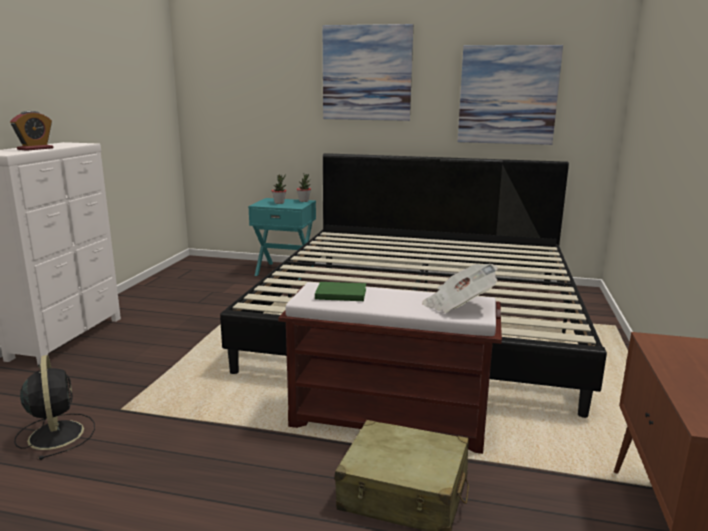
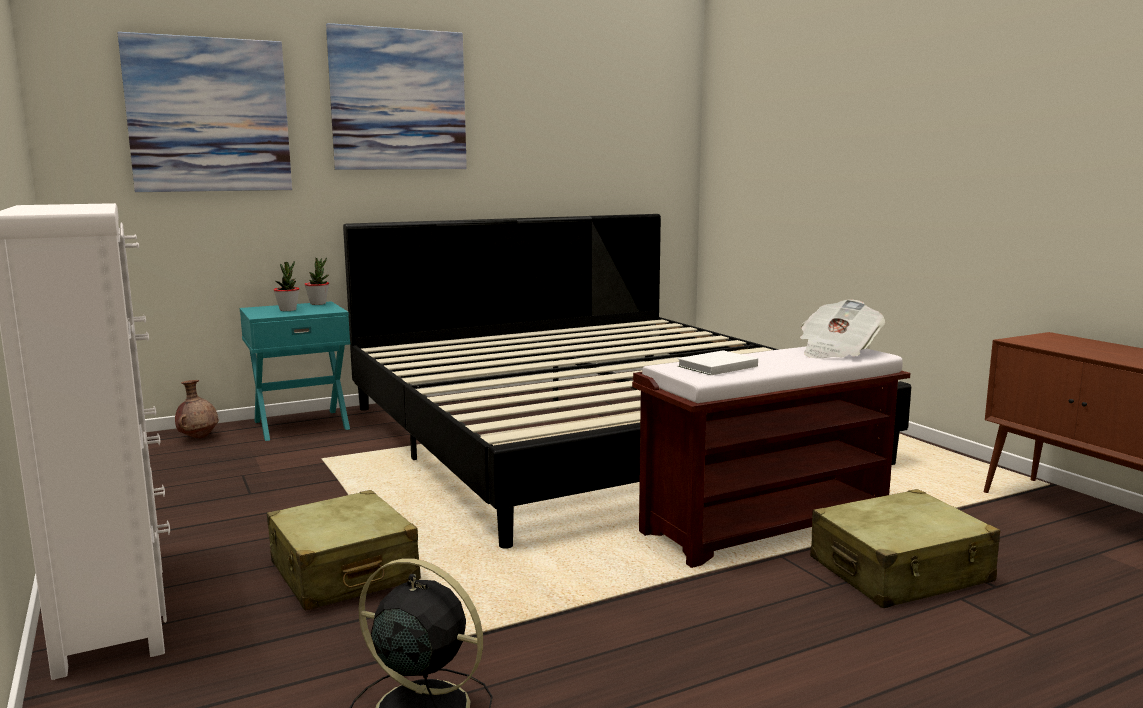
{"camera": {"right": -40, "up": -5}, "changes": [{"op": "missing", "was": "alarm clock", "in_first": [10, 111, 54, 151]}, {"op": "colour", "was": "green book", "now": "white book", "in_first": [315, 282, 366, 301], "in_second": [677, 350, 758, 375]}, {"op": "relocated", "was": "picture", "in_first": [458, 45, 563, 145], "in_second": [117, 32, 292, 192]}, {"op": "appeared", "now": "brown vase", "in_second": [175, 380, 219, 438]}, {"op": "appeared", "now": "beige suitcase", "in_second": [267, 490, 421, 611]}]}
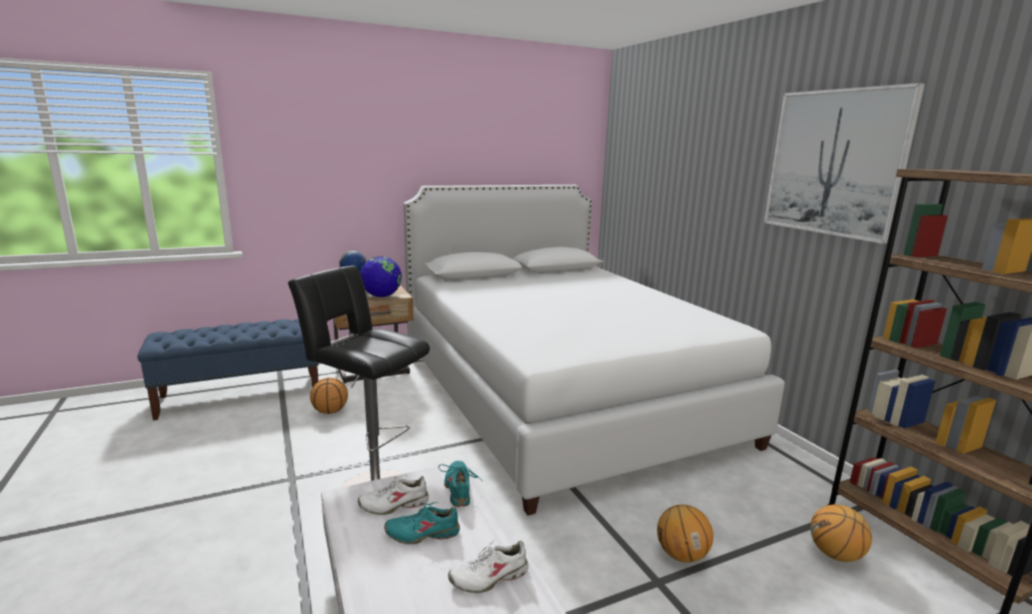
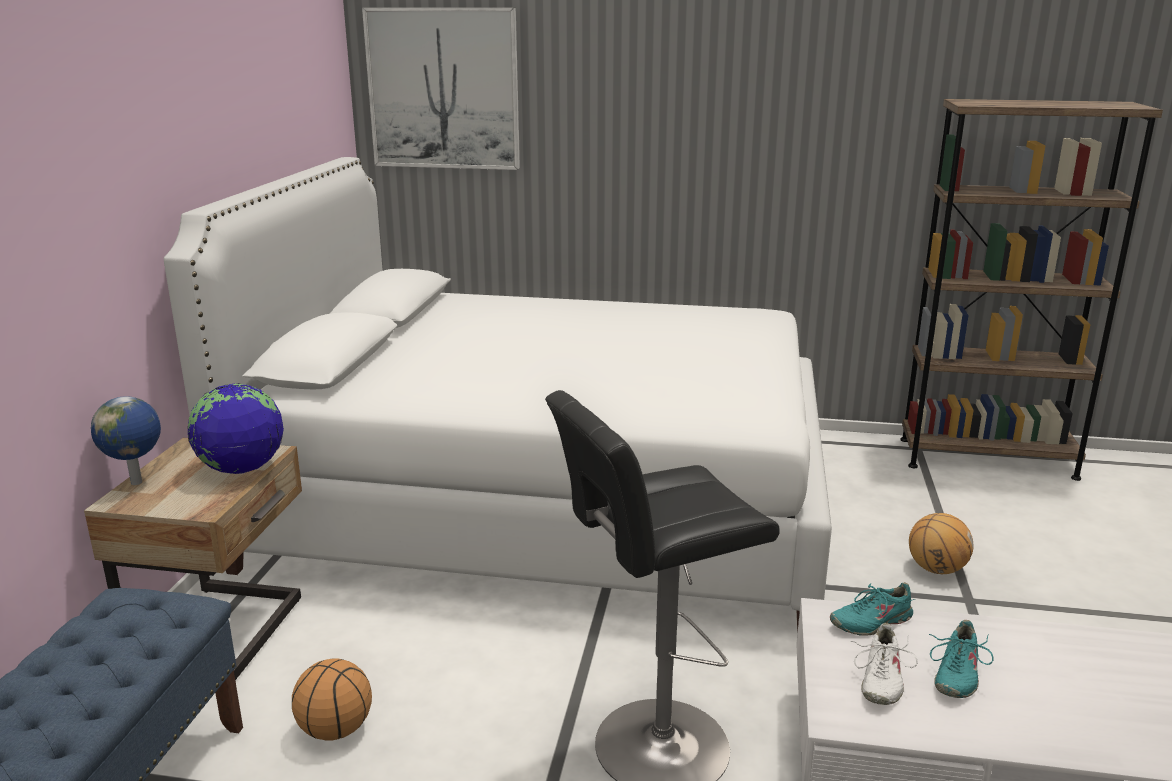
{"camera": {"right": -55, "up": 5}, "changes": [{"op": "spun", "was": "turquoise shoe", "in_first": [438, 461, 480, 507], "in_second": [830, 582, 915, 636], "clockwise": -45}, {"op": "missing", "was": "white shoe", "in_first": [448, 539, 529, 593]}, {"op": "relocated", "was": "picture", "in_first": [764, 83, 925, 244], "in_second": [362, 7, 520, 170]}, {"op": "missing", "was": "basketball", "in_first": [810, 504, 872, 562]}]}
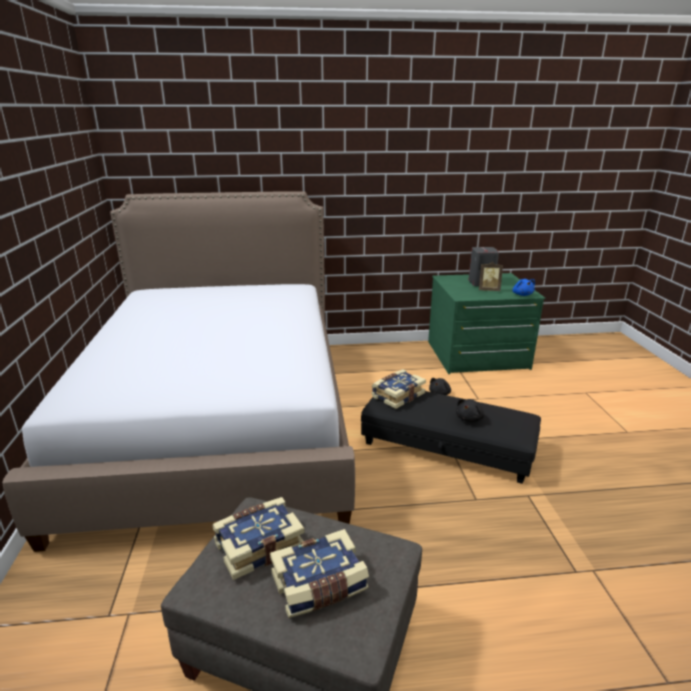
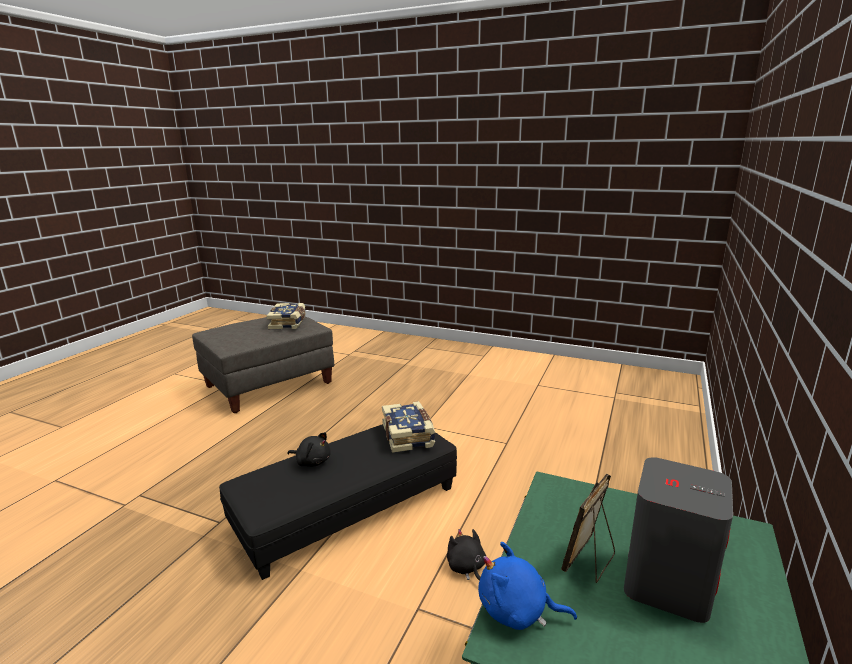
{"camera": {"right": 120, "up": -5}, "changes": [{"op": "missing", "was": "bed", "in_first": [2, 192, 355, 552]}, {"op": "missing", "was": "book", "in_first": [270, 529, 369, 618]}, {"op": "spun", "was": "black plush toy", "in_first": [456, 399, 484, 422], "in_second": [288, 432, 331, 467], "clockwise": 135}]}
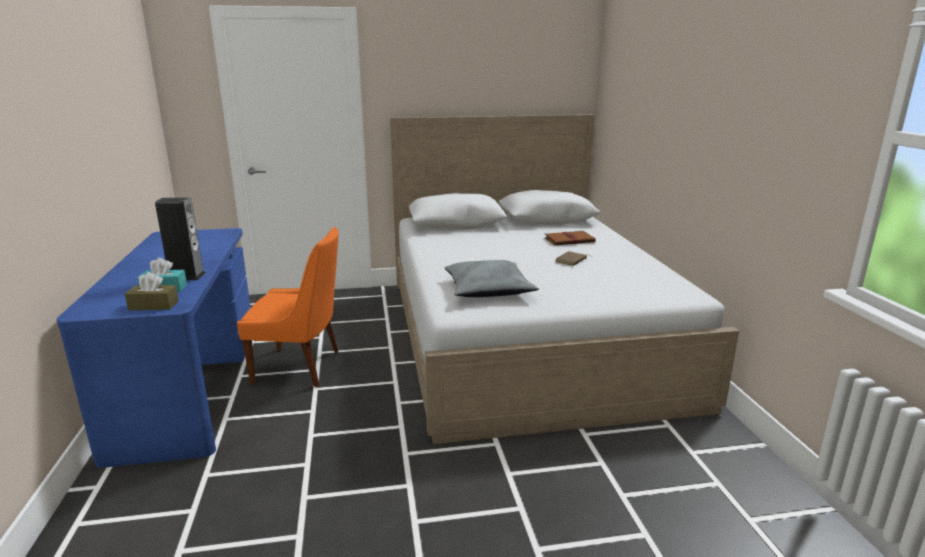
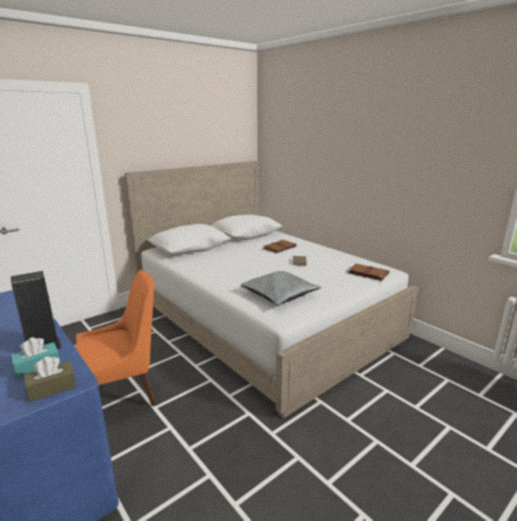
{"camera": {"right": -30, "up": 0}, "changes": [{"op": "appeared", "now": "brown book", "in_second": [346, 264, 389, 281]}]}
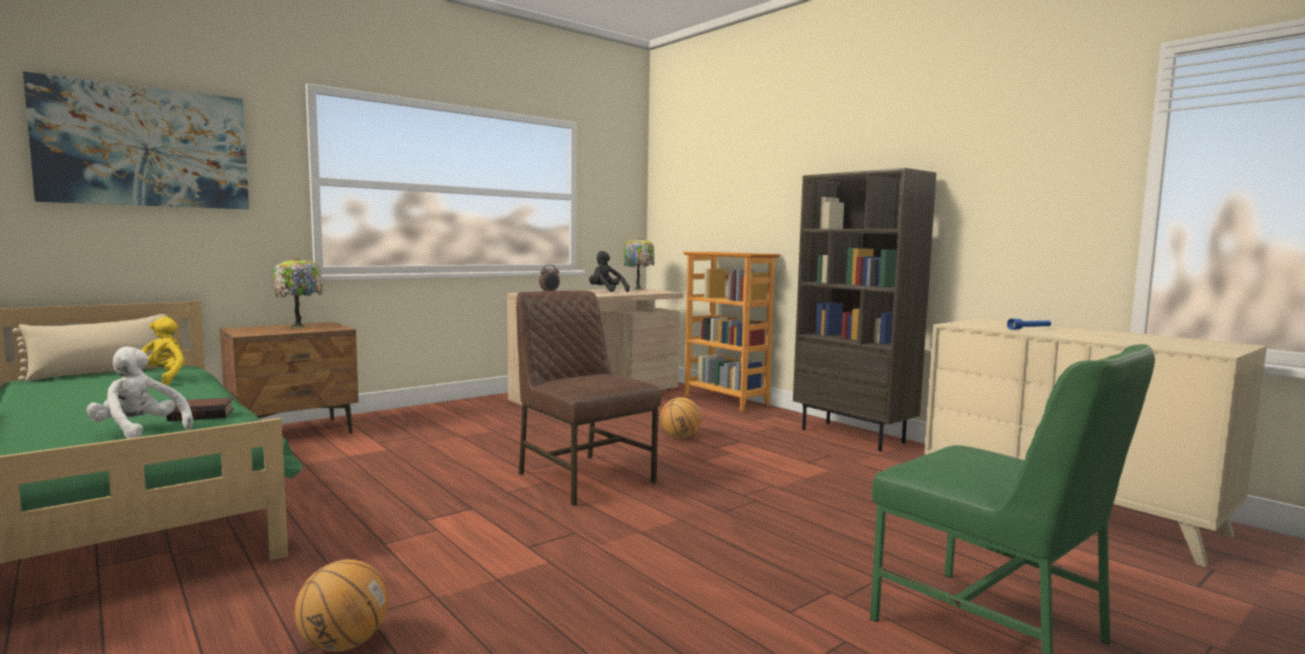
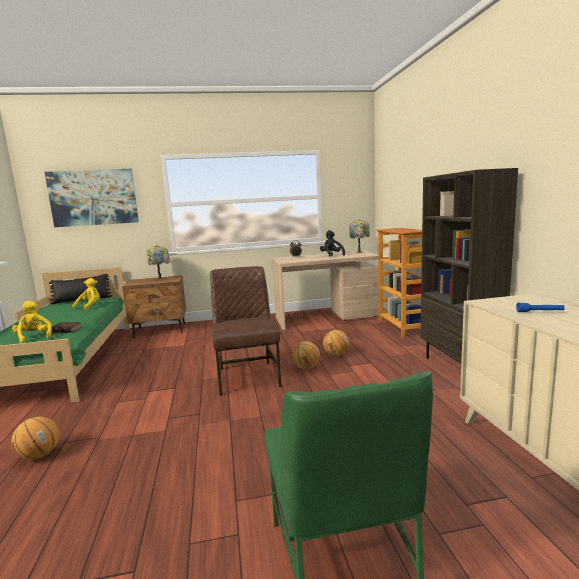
{"camera": {"right": 30, "up": 5}, "changes": [{"op": "colour", "was": "beige pillow", "now": "black pillow", "in_first": [13, 314, 168, 381], "in_second": [49, 274, 112, 304]}, {"op": "colour", "was": "white plush toy", "now": "yellow plush toy", "in_first": [86, 346, 193, 439], "in_second": [12, 301, 52, 343]}, {"op": "appeared", "now": "basketball", "in_second": [292, 341, 320, 369]}]}
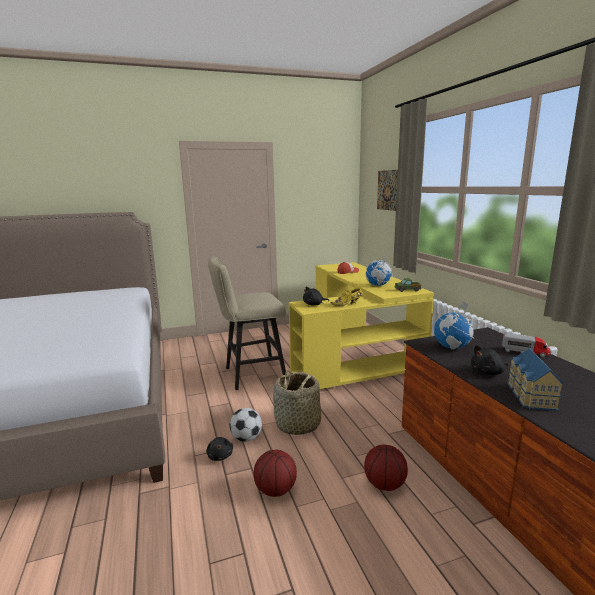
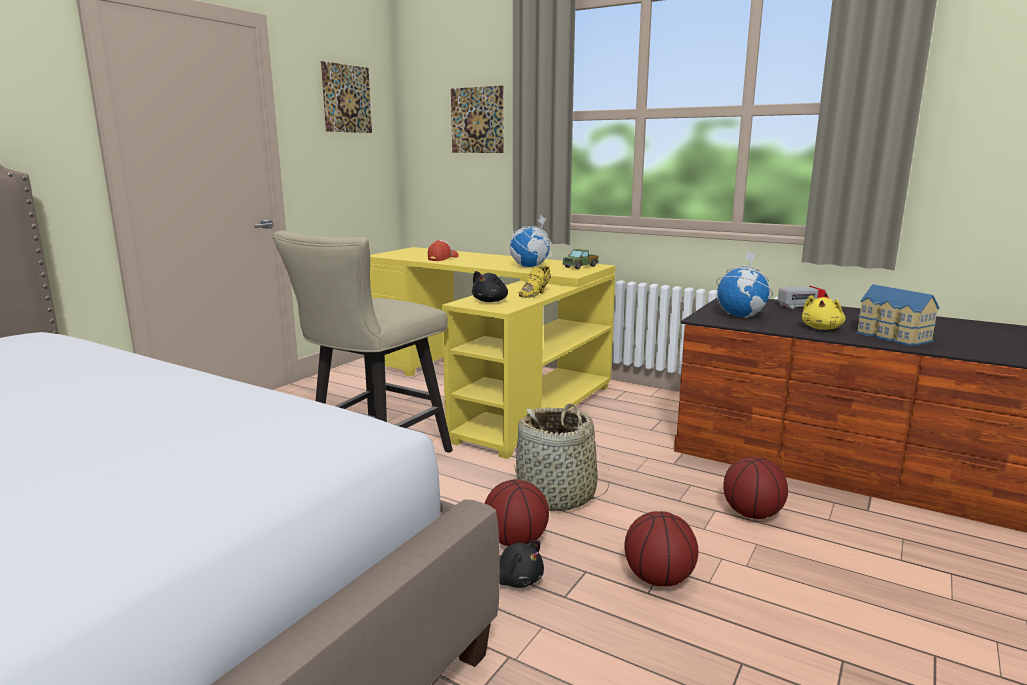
{"camera": {"right": -40, "up": 0}, "changes": [{"op": "exchanged", "was": "football", "now": "basketball", "in_first": [230, 408, 262, 442], "in_second": [484, 479, 549, 546]}, {"op": "colour", "was": "black plush toy", "now": "yellow plush toy", "in_first": [471, 345, 508, 375], "in_second": [802, 295, 845, 330]}, {"op": "appeared", "now": "picture", "in_second": [321, 61, 372, 133]}]}
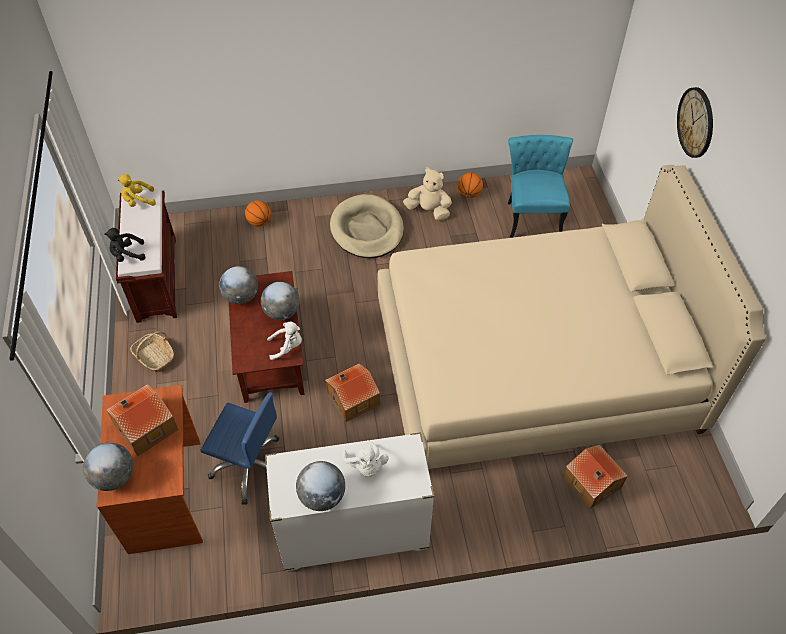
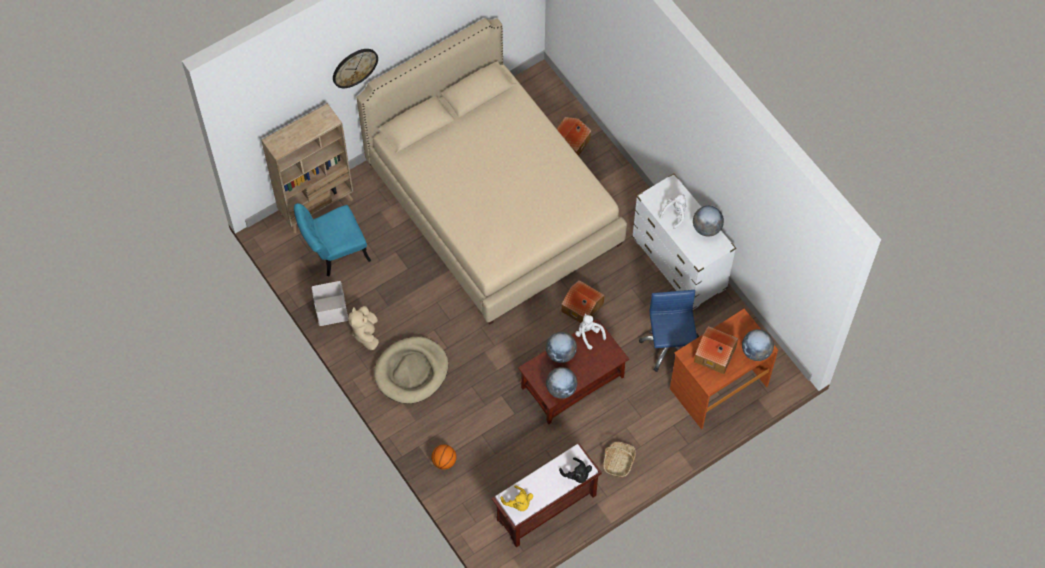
{"camera": {"right": -115, "up": 10}, "changes": [{"op": "exchanged", "was": "basketball", "now": "white storage box", "in_first": [458, 172, 483, 198], "in_second": [312, 281, 348, 326]}, {"op": "appeared", "now": "beige bookcase", "in_second": [261, 103, 353, 233]}]}
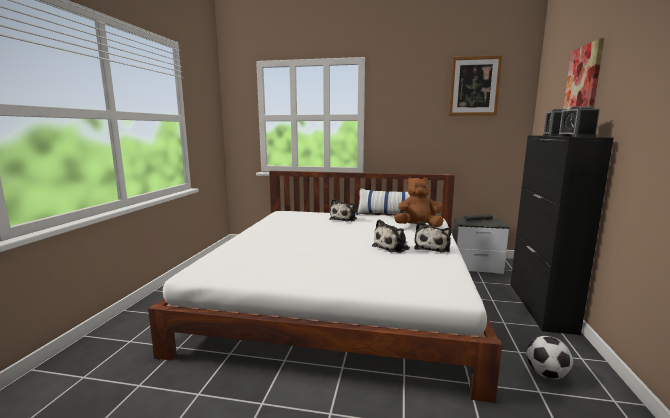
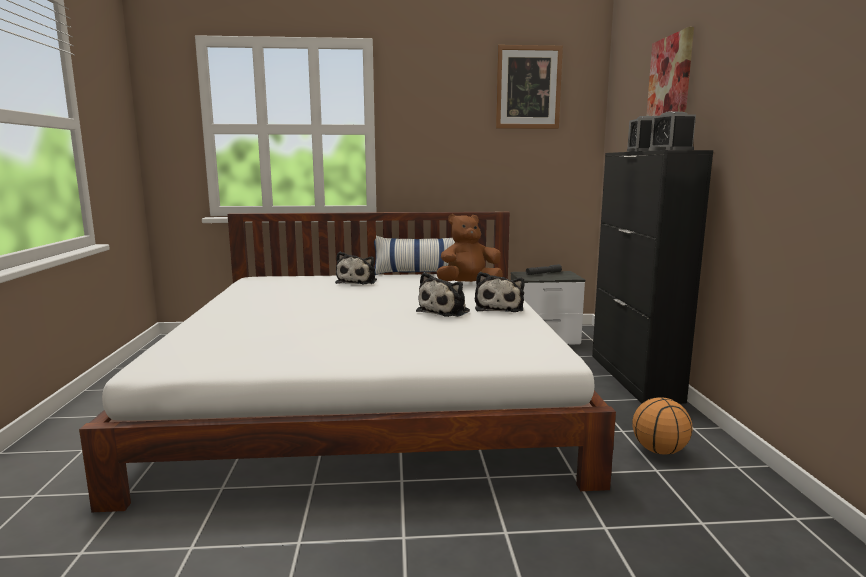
{"camera": {"right": -15, "up": 0}, "changes": [{"op": "exchanged", "was": "football", "now": "basketball", "in_first": [527, 336, 573, 379], "in_second": [632, 397, 692, 455]}]}
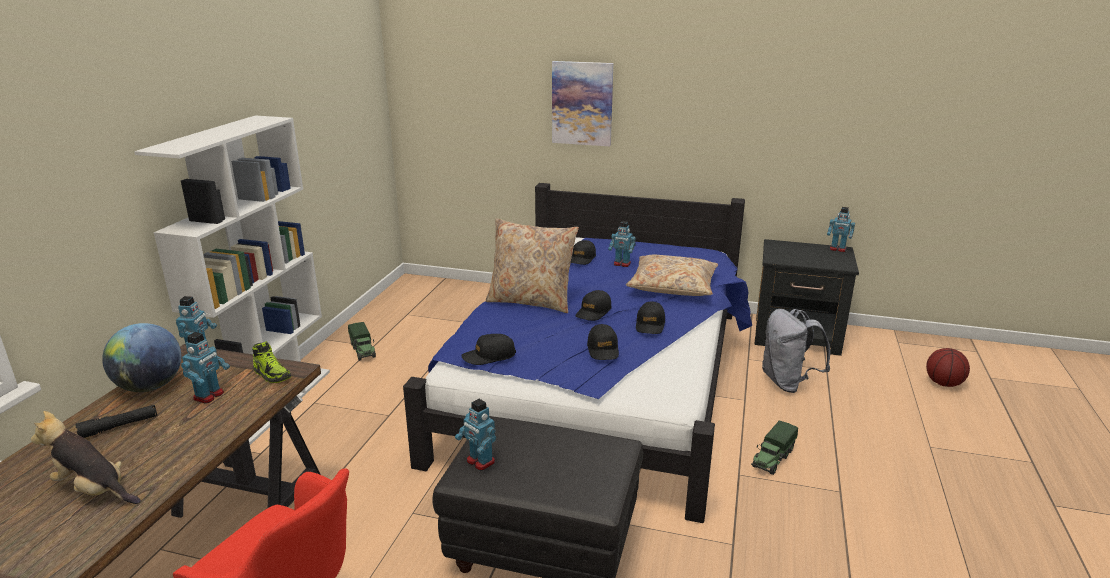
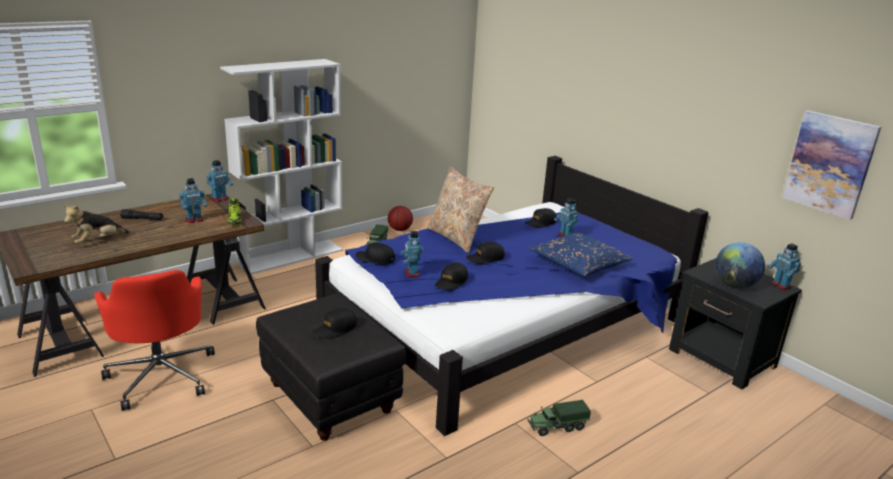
{"camera": {"right": 35, "up": 0}, "changes": [{"op": "spun", "was": "plush toy", "in_first": [31, 411, 141, 504], "in_second": [63, 205, 129, 244], "clockwise": -105}, {"op": "relocated", "was": "globe", "in_first": [102, 323, 181, 392], "in_second": [715, 242, 765, 288]}, {"op": "relocated", "was": "toy robot", "in_first": [455, 399, 496, 471], "in_second": [401, 231, 423, 278]}, {"op": "relocated", "was": "picture", "in_first": [552, 61, 613, 146], "in_second": [782, 110, 881, 220]}, {"op": "colour", "was": "beige pillow", "now": "blue pillow", "in_first": [626, 255, 718, 296], "in_second": [529, 233, 633, 276]}, {"op": "relocated", "was": "black cap", "in_first": [636, 301, 665, 334], "in_second": [313, 308, 357, 339]}, {"op": "missing", "was": "grey backpack", "in_first": [762, 309, 831, 393]}, {"op": "relocated", "was": "basketball", "in_first": [926, 348, 970, 387], "in_second": [388, 206, 413, 231]}]}
